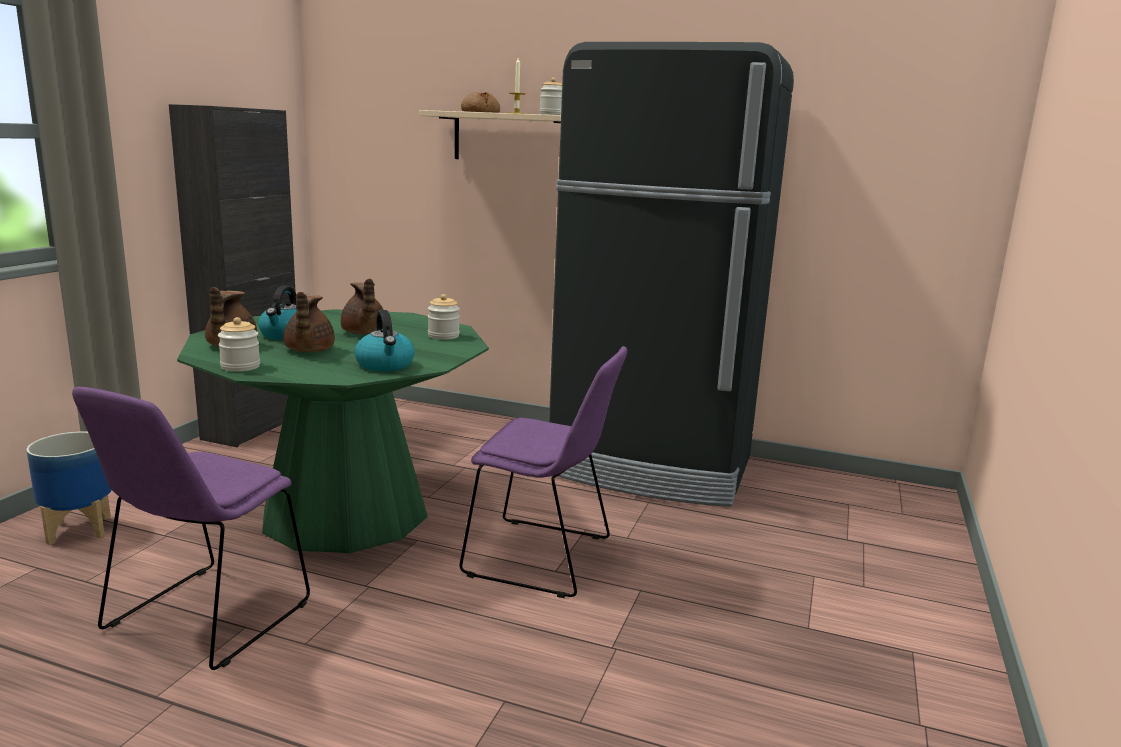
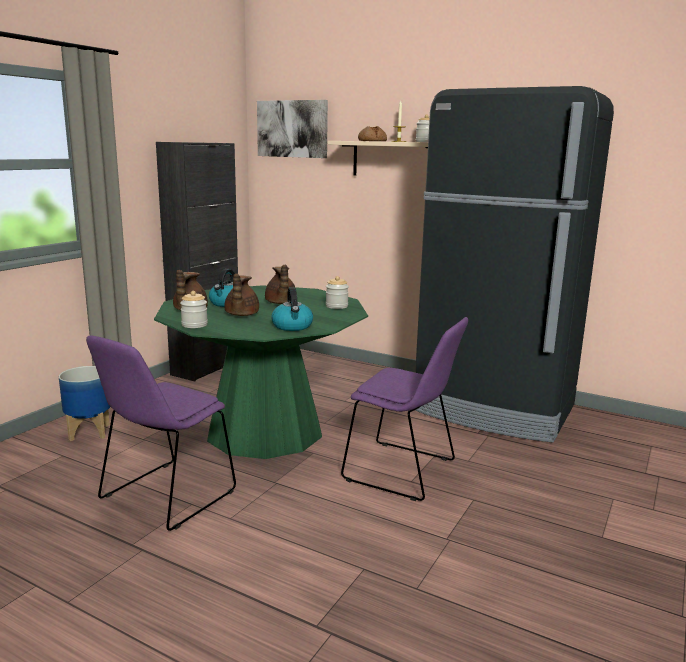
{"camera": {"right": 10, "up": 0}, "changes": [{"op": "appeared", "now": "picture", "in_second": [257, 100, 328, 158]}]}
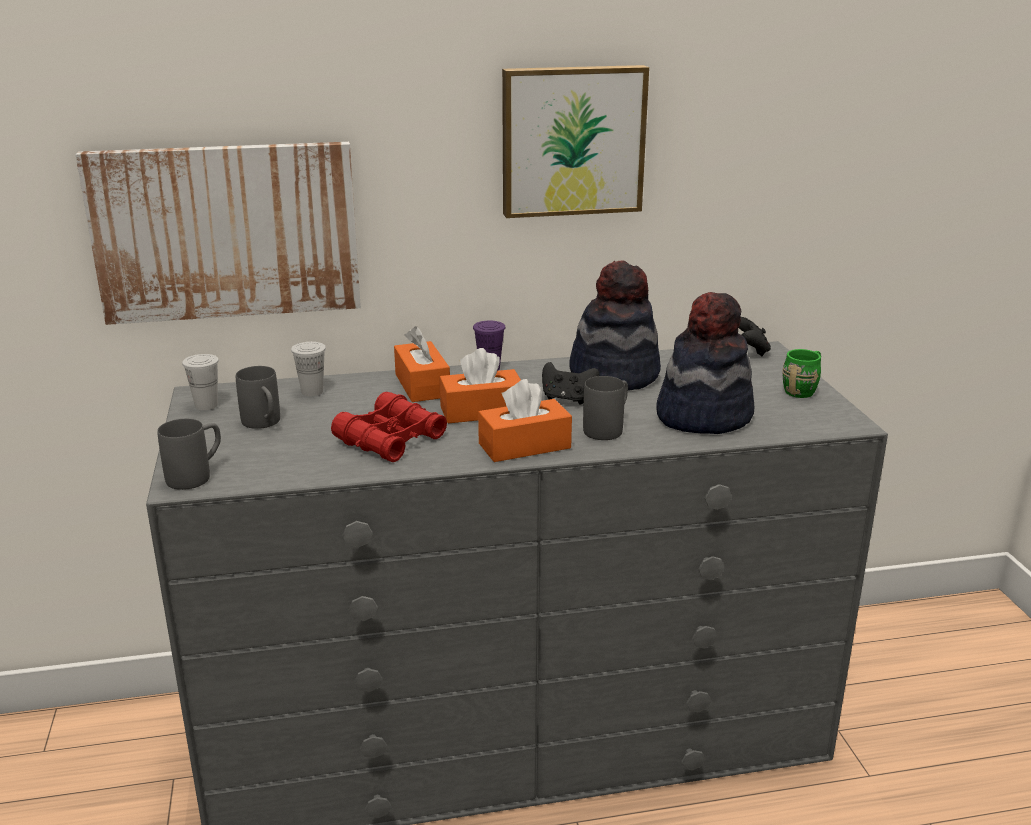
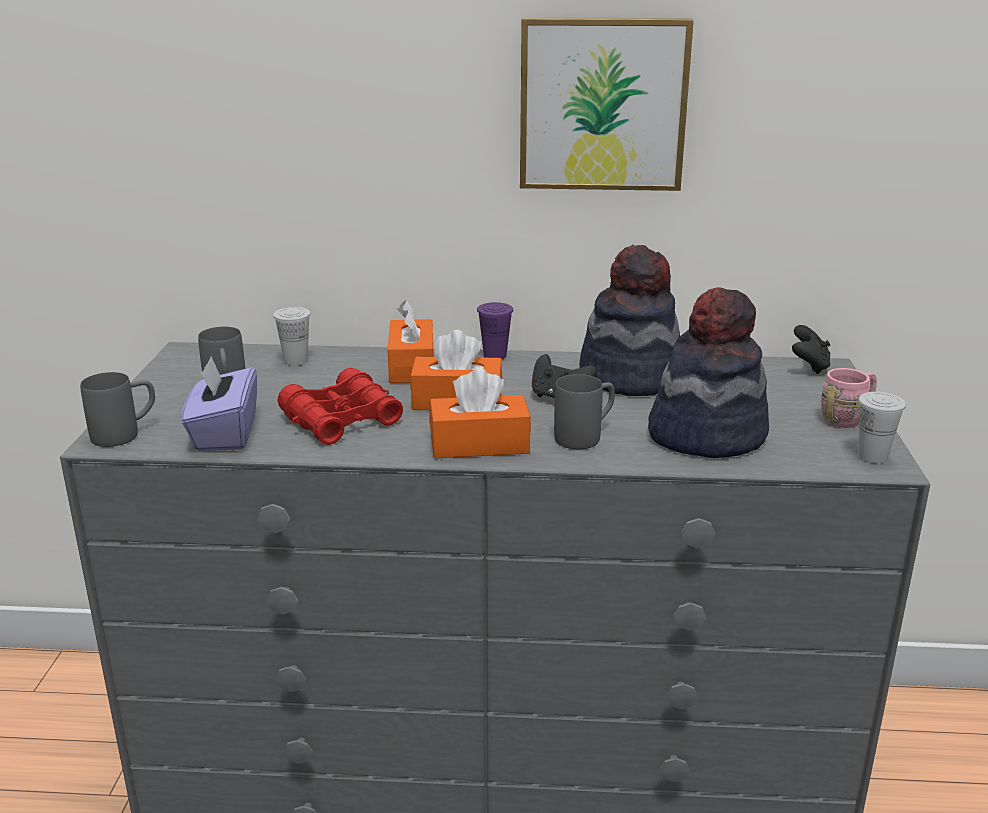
{"camera": {"right": 15, "up": 0}, "changes": [{"op": "missing", "was": "picture", "in_first": [75, 142, 361, 325]}, {"op": "relocated", "was": "white cup", "in_first": [182, 354, 219, 410], "in_second": [858, 392, 906, 464]}, {"op": "colour", "was": "green mug", "now": "pink mug", "in_first": [782, 349, 821, 398], "in_second": [821, 368, 877, 428]}, {"op": "appeared", "now": "purple tissue box", "in_second": [181, 357, 257, 451]}]}
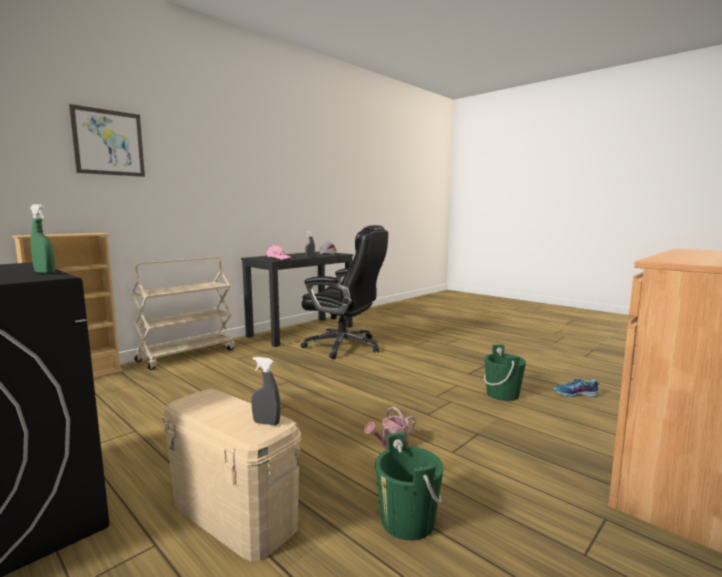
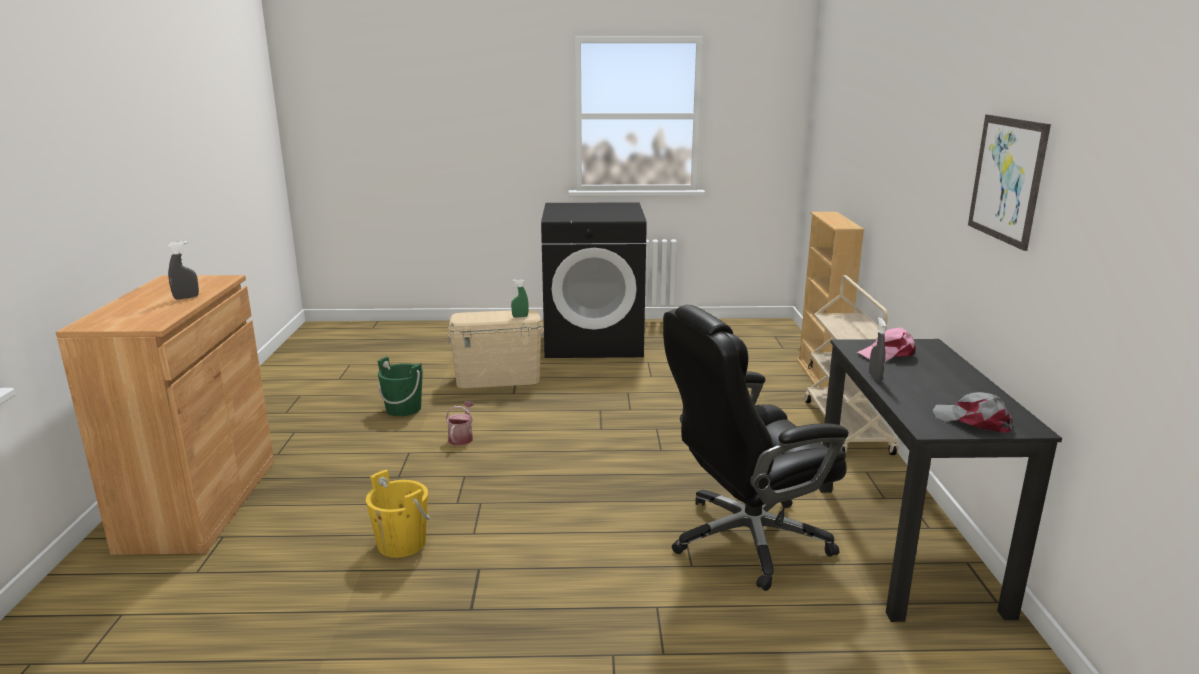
{"camera": {"right": 135, "up": 10}, "changes": [{"op": "relocated", "was": "green spray bottle", "in_first": [30, 204, 55, 274], "in_second": [511, 279, 529, 317]}, {"op": "relocated", "was": "picture", "in_first": [69, 104, 145, 177], "in_second": [968, 114, 1051, 251]}, {"op": "relocated", "was": "grey spray bottle", "in_first": [251, 357, 281, 425], "in_second": [168, 241, 199, 300]}, {"op": "colour", "was": "green bucket", "now": "yellow bucket", "in_first": [484, 345, 526, 401], "in_second": [366, 469, 430, 558]}, {"op": "missing", "was": "shoe", "in_first": [554, 378, 600, 397]}]}
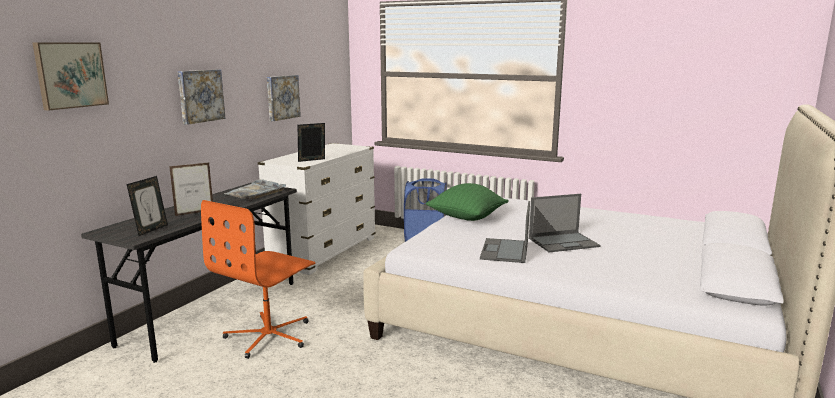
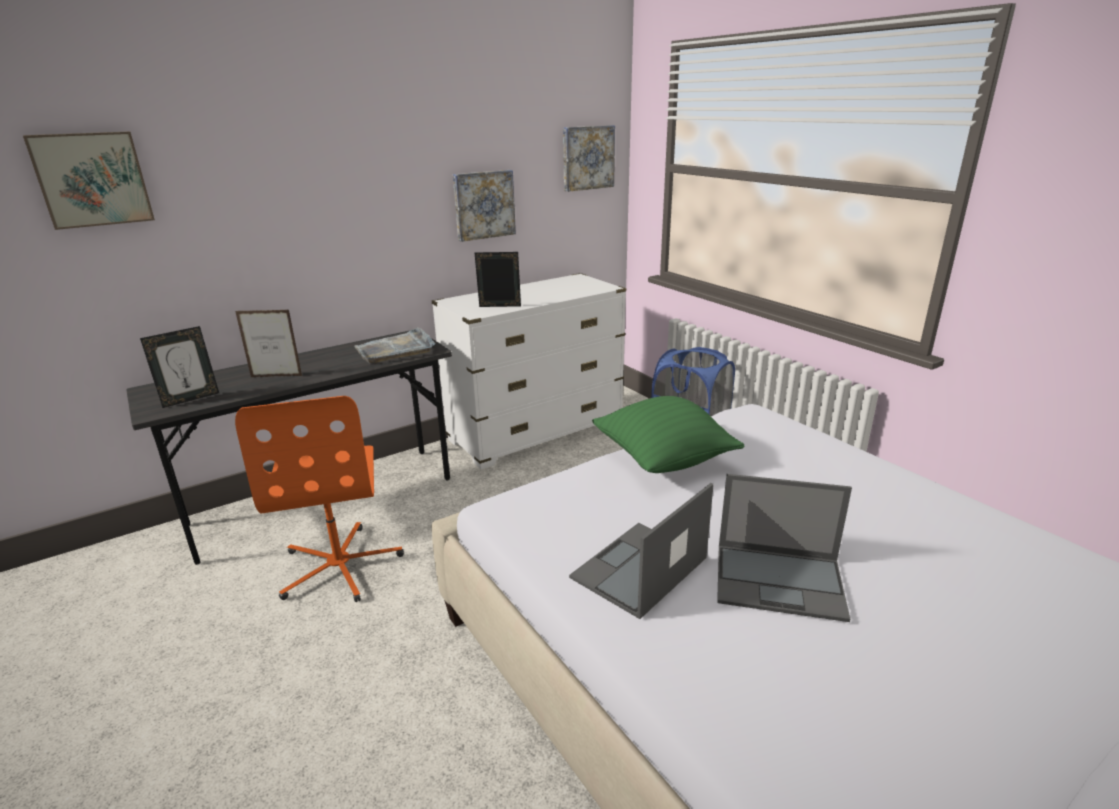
{"camera": {"right": 30, "up": 10}, "changes": [{"op": "relocated", "was": "picture", "in_first": [178, 69, 225, 125], "in_second": [563, 125, 615, 192]}, {"op": "spun", "was": "orange office chair", "in_first": [201, 200, 315, 359], "in_second": [235, 396, 404, 602], "clockwise": -75}]}
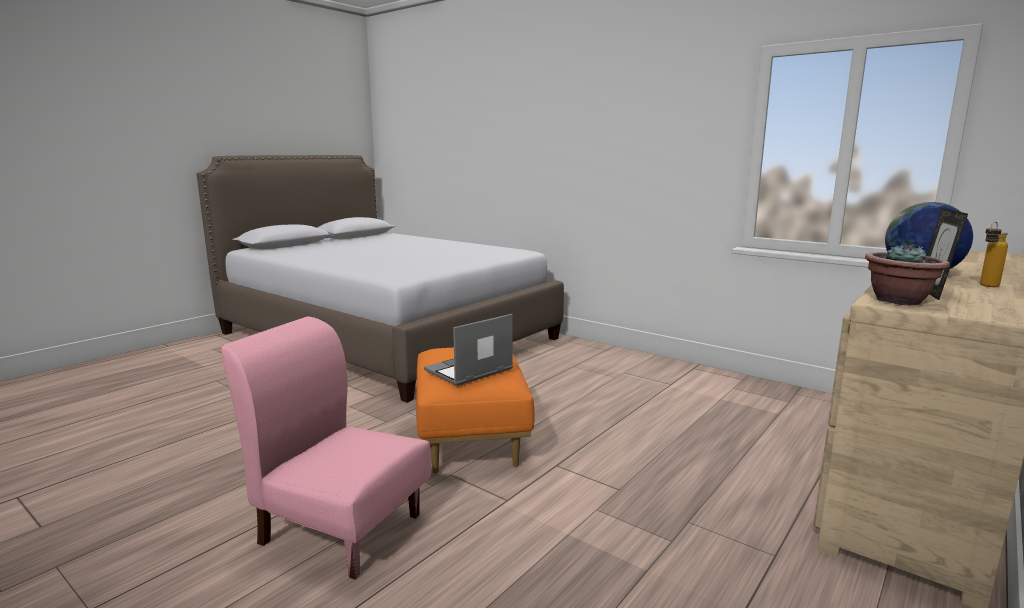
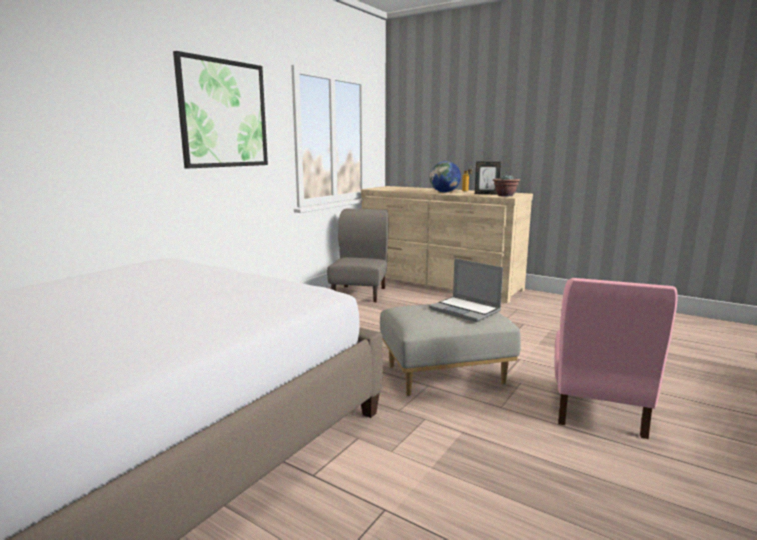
{"camera": {"right": -95, "up": 0}, "changes": [{"op": "colour", "was": "orange ottoman", "now": "grey ottoman", "in_first": [416, 348, 534, 474], "in_second": [380, 304, 521, 396]}, {"op": "appeared", "now": "picture", "in_second": [173, 51, 268, 168]}, {"op": "appeared", "now": "grey chair", "in_second": [327, 209, 389, 302]}]}
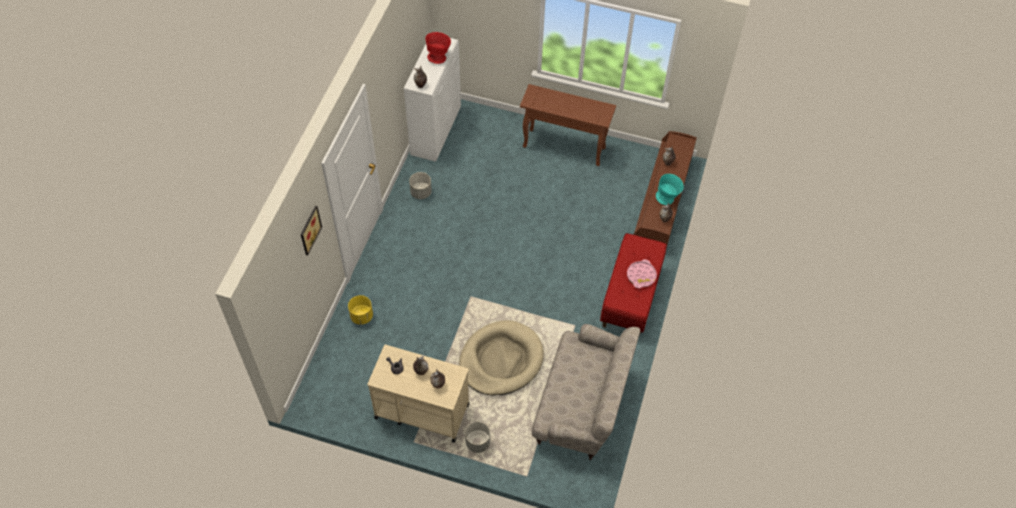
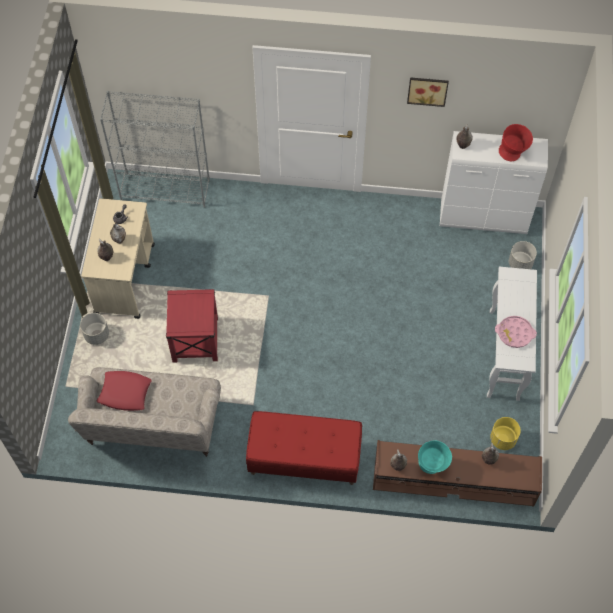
{"camera": {"right": 80, "up": 5}, "changes": [{"op": "relocated", "was": "picture", "in_first": [301, 206, 322, 256], "in_second": [407, 77, 449, 107]}, {"op": "relocated", "was": "yellow planter", "in_first": [348, 295, 373, 325], "in_second": [490, 417, 521, 450]}, {"op": "relocated", "was": "grey planter", "in_first": [409, 172, 432, 199], "in_second": [509, 241, 537, 269]}, {"op": "exchanged", "was": "beige dog bed", "now": "red side table", "in_first": [459, 320, 544, 395], "in_second": [166, 289, 218, 363]}, {"op": "colour", "was": "brown console table", "now": "white console table", "in_first": [520, 84, 616, 166], "in_second": [487, 267, 537, 401]}, {"op": "relocated", "was": "pink tray", "in_first": [627, 259, 657, 288], "in_second": [495, 316, 537, 348]}, {"op": "appeared", "now": "red pillow", "in_second": [97, 371, 152, 411]}, {"op": "appeared", "now": "grey bookcase", "in_second": [100, 91, 210, 207]}]}
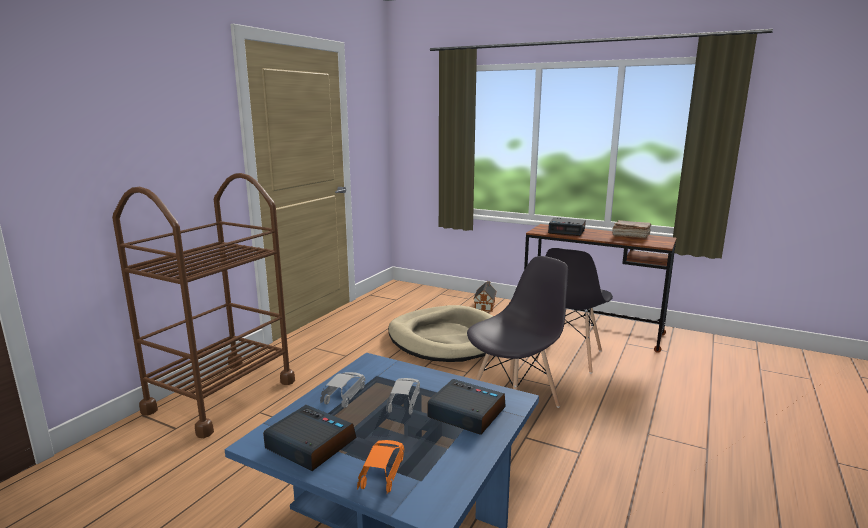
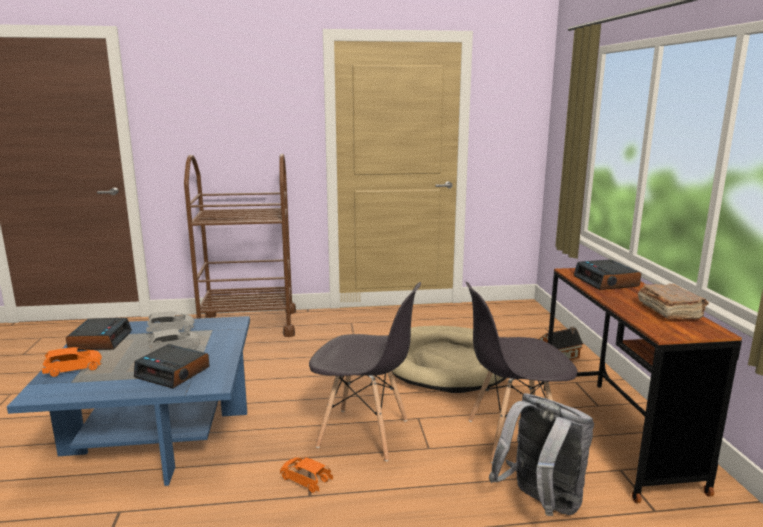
{"camera": {"right": 55, "up": 0}, "changes": [{"op": "spun", "was": "alarm clock", "in_first": [427, 379, 506, 435], "in_second": [134, 344, 209, 389], "clockwise": 120}, {"op": "appeared", "now": "orange toy car", "in_second": [280, 457, 333, 493]}, {"op": "appeared", "now": "grey backpack", "in_second": [489, 393, 594, 516]}]}
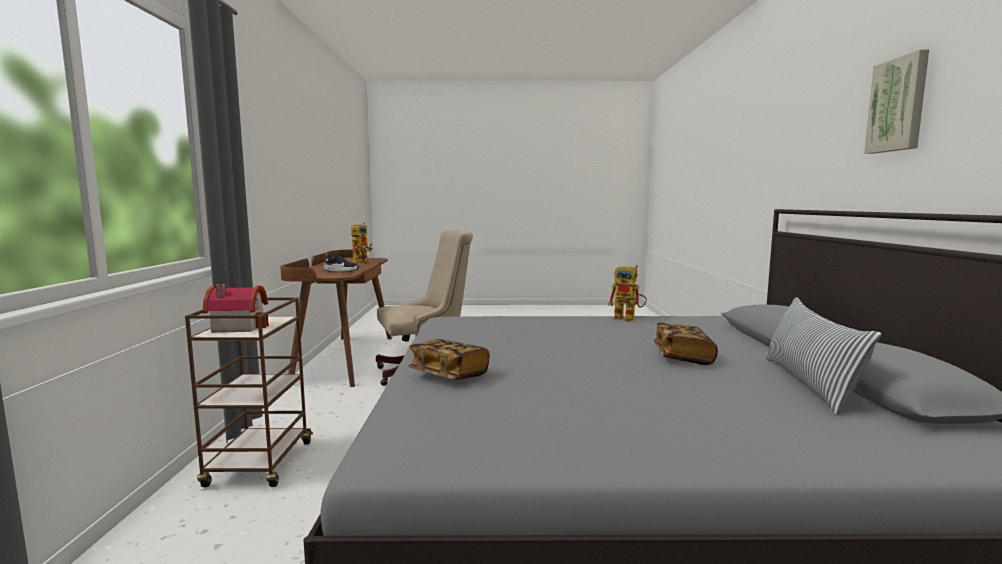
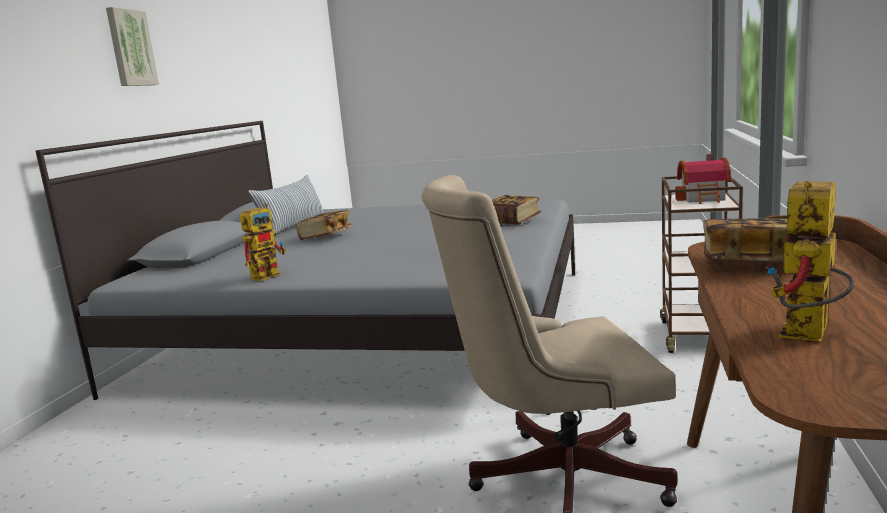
{"camera": {"right": -165, "up": 5}, "changes": [{"op": "exchanged", "was": "shoe", "now": "book", "in_first": [324, 253, 359, 272], "in_second": [703, 218, 788, 262]}, {"op": "spun", "was": "toy robot", "in_first": [608, 265, 647, 321], "in_second": [240, 203, 286, 281], "clockwise": 90}]}
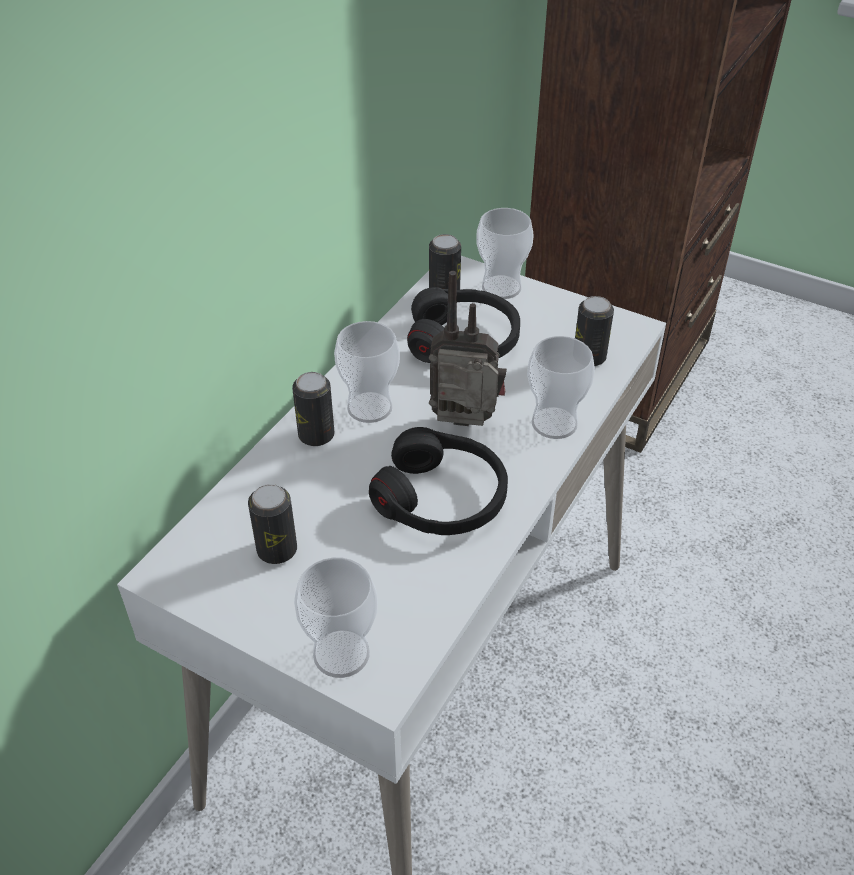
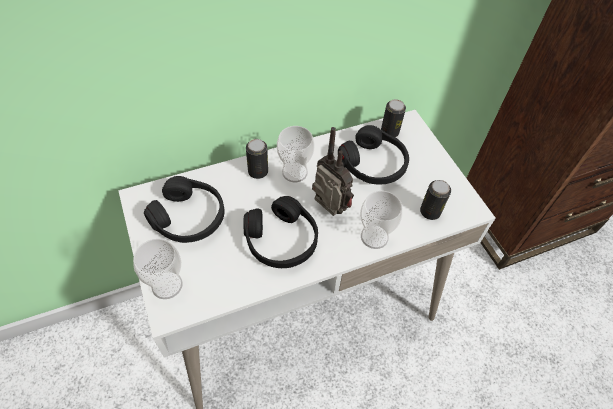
{"camera": {"right": 35, "up": 10}, "changes": [{"op": "exchanged", "was": "can", "now": "black headphones", "in_first": [248, 484, 297, 564], "in_second": [144, 176, 225, 243]}, {"op": "missing", "was": "cup", "in_first": [476, 208, 534, 299]}]}
